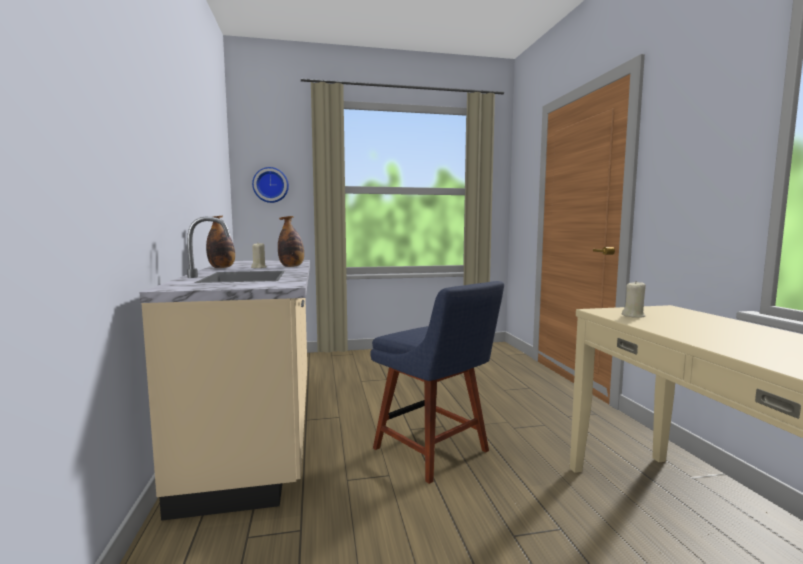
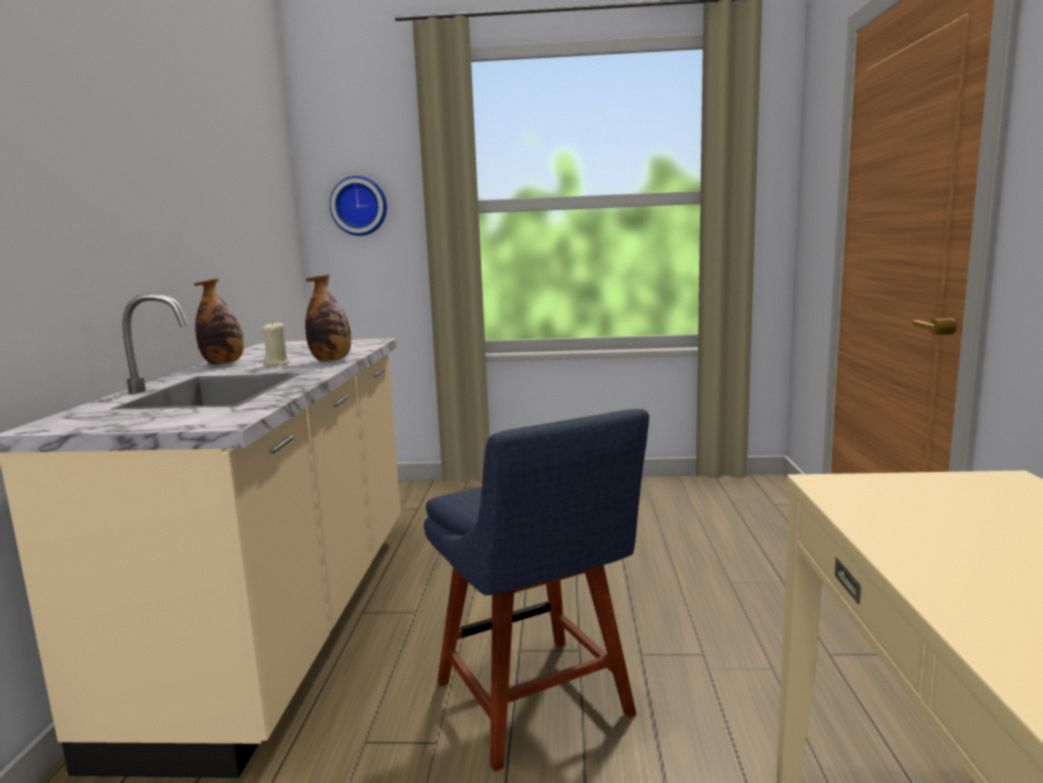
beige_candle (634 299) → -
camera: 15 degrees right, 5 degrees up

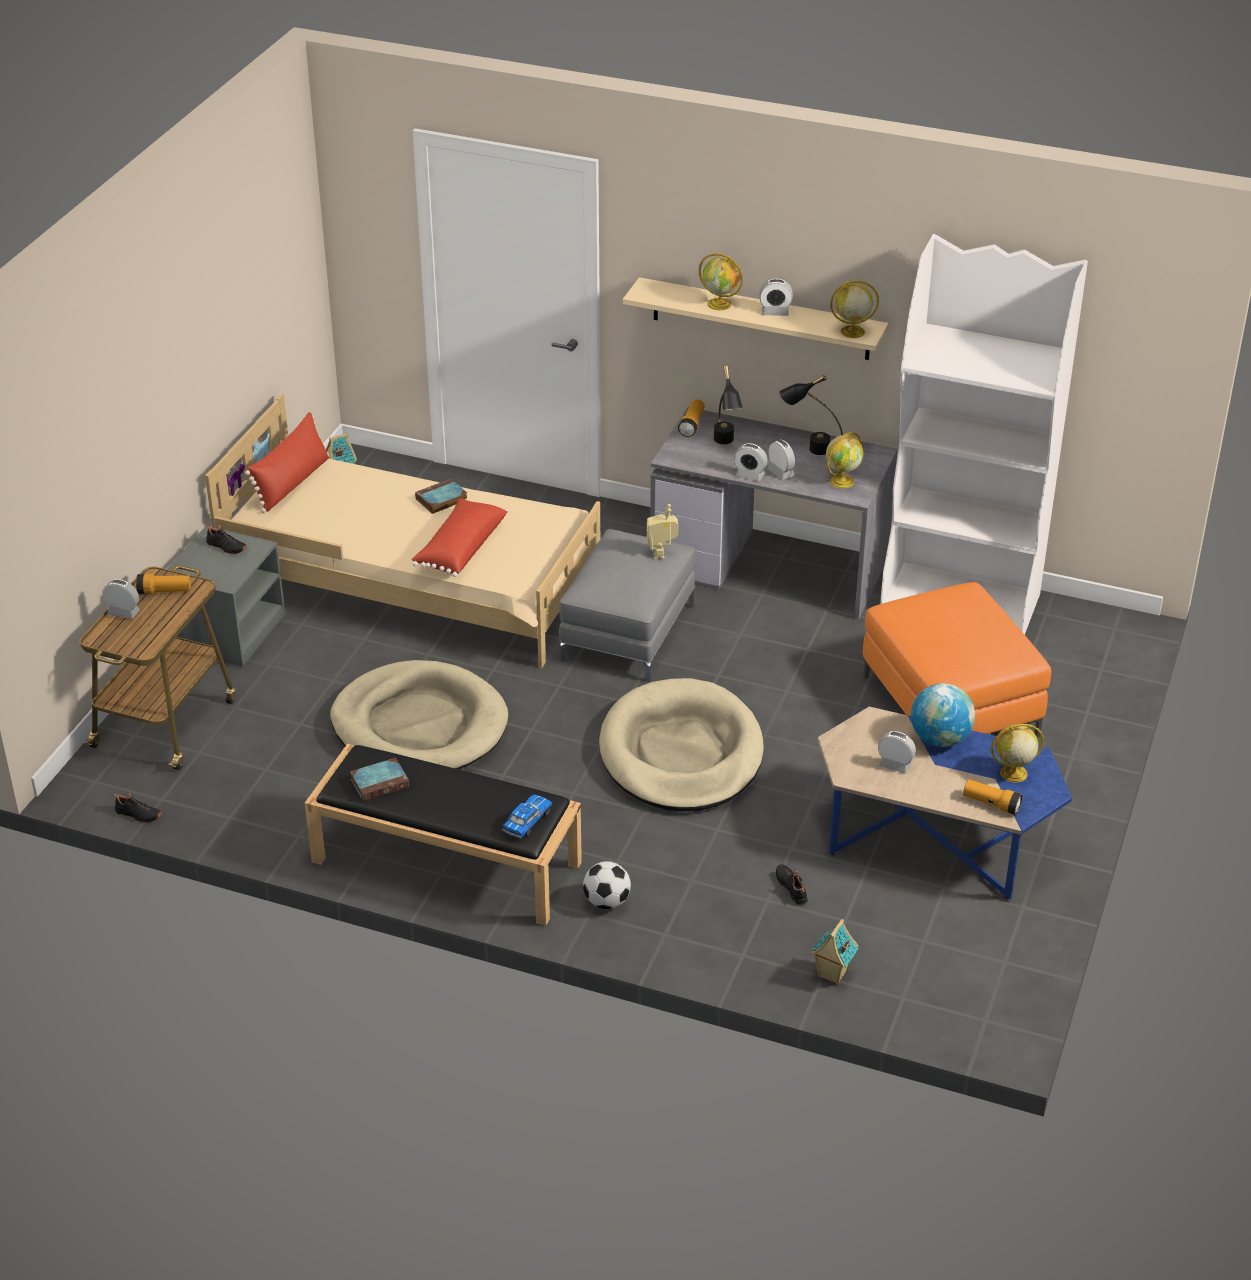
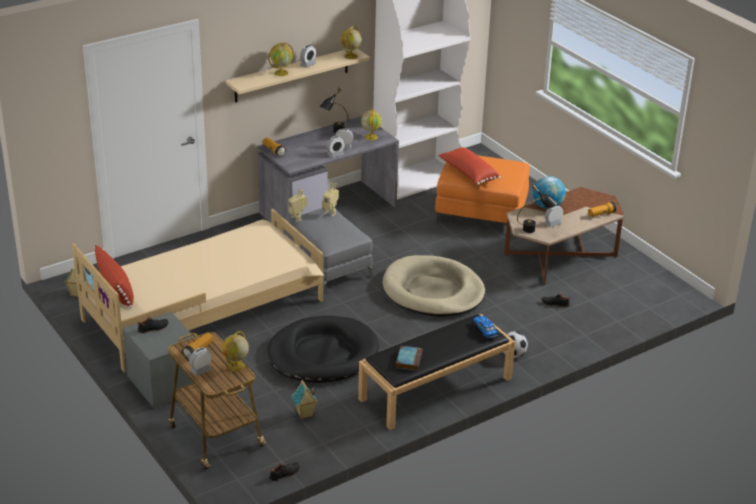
black_table_lamp (728 405) → black_table_lamp (537 209), shifted
book (441 496) → -
red_pillow (459 537) → red_pillow (470 166), shifted
beige_dog_bed (419 714) → black_dog_bed (323 349)
blue_coffee_table (945 803) → brown_coffee_table (564 236)
globe (1017 753) → globe (235 351), shifted
toy_house (834 952) → toy_house (305 399), shifted
- → toy_robot (297 205)
camera: 55 degrees left, 5 degrees down

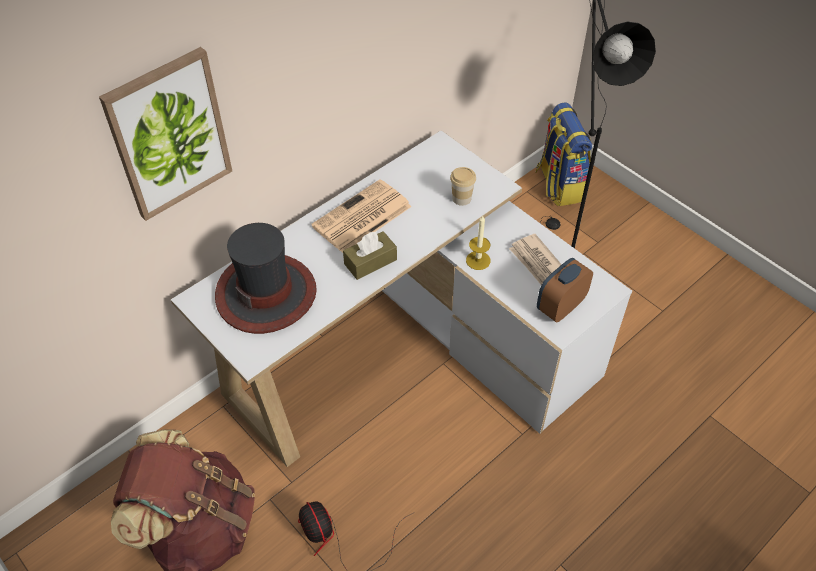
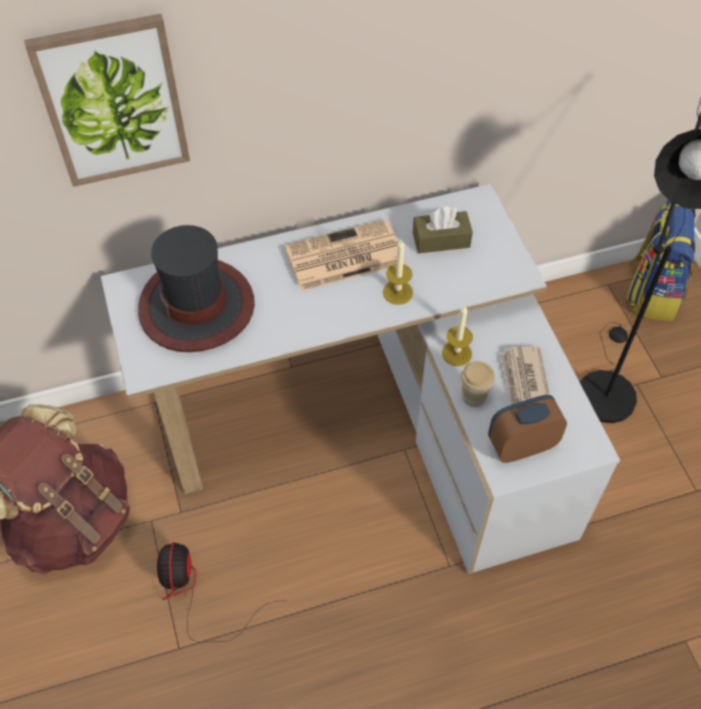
cup (463 186) → cup (478 384), shifted
brown_tissue_box (370 255) → brown_tissue_box (443 230), shifted
- → candle (398 272)
camera: 25 degrees right, 5 degrees up

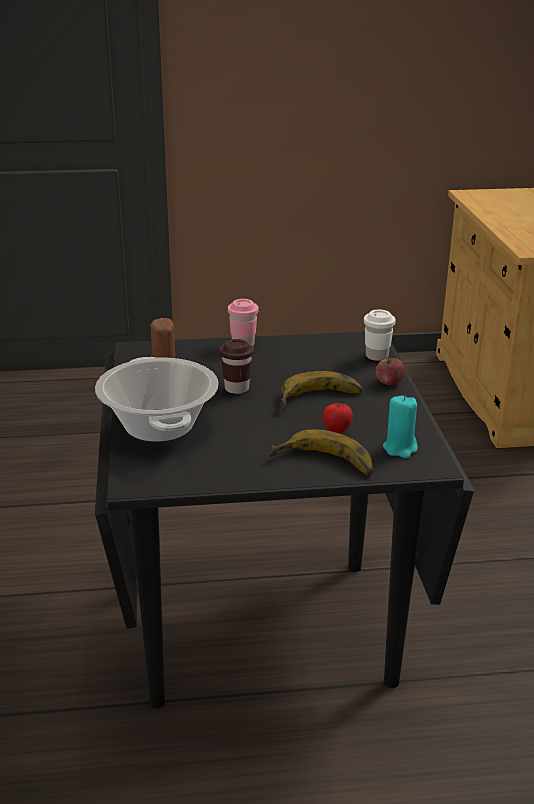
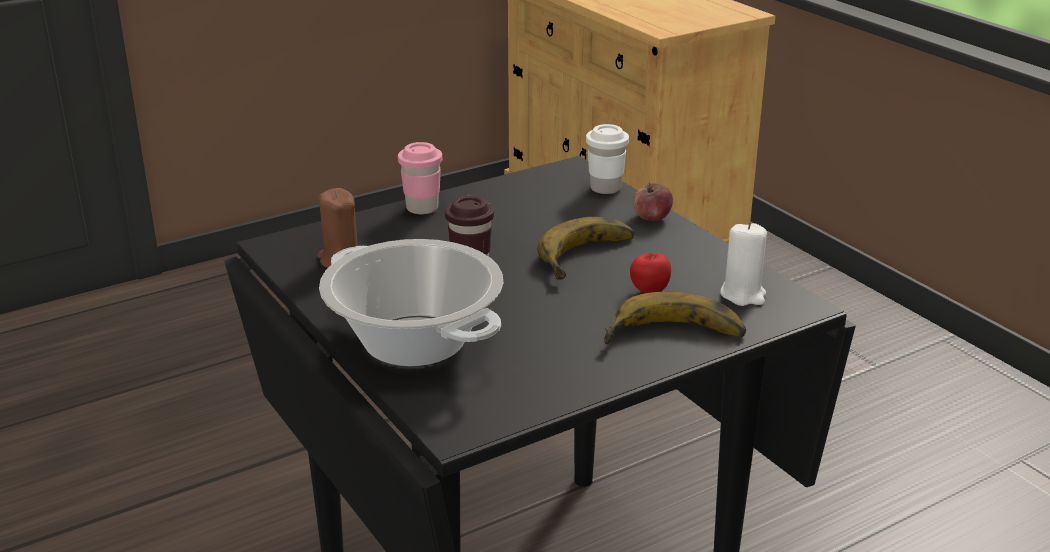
turquoise_candle (400 426) → white_candle (743 264)
camera: 25 degrees left, 0 degrees up

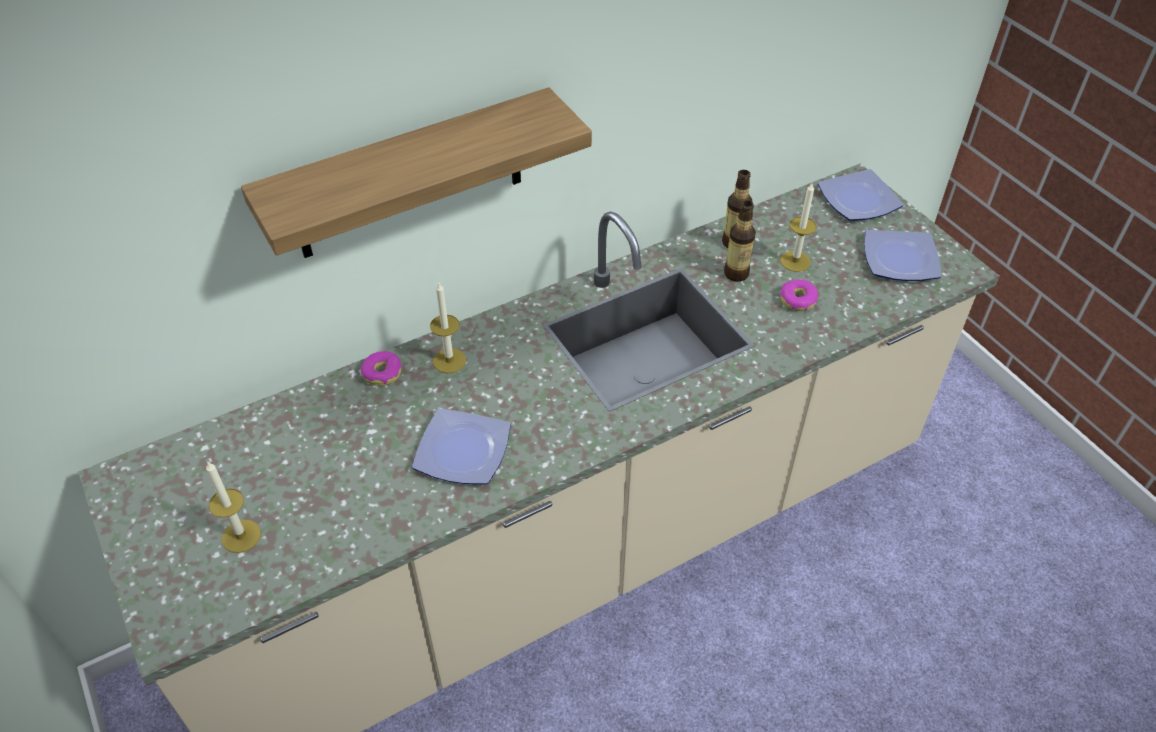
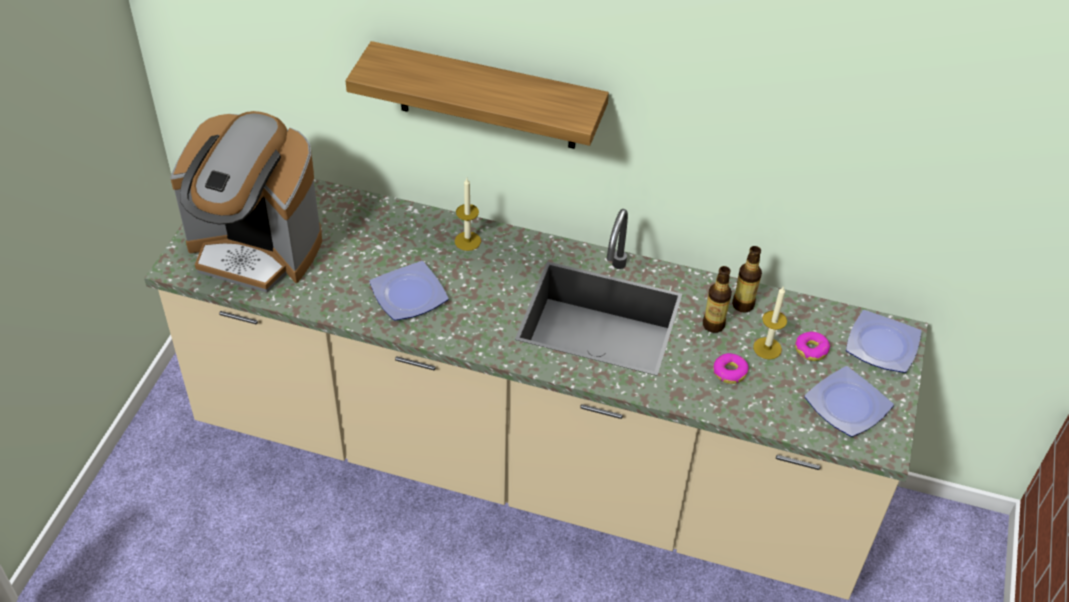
donut (381 368) → donut (812 346), shifted
candle (233 507) → coffee_machine (246 202)
camera: 45 degrees right, 0 degrees up

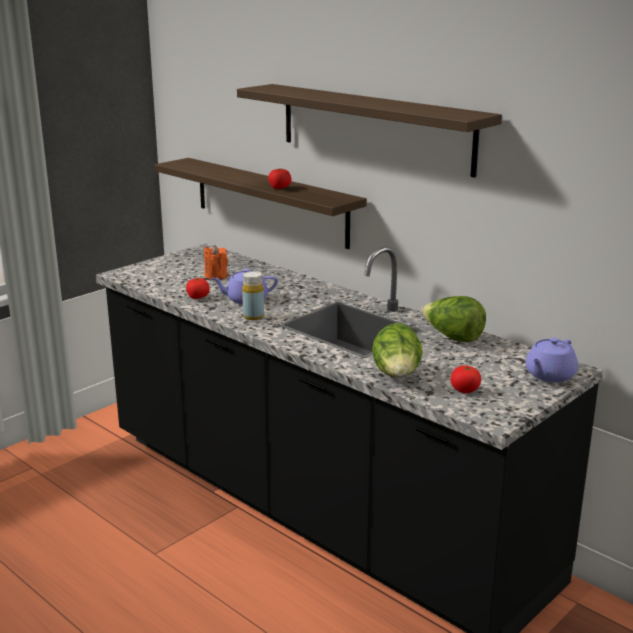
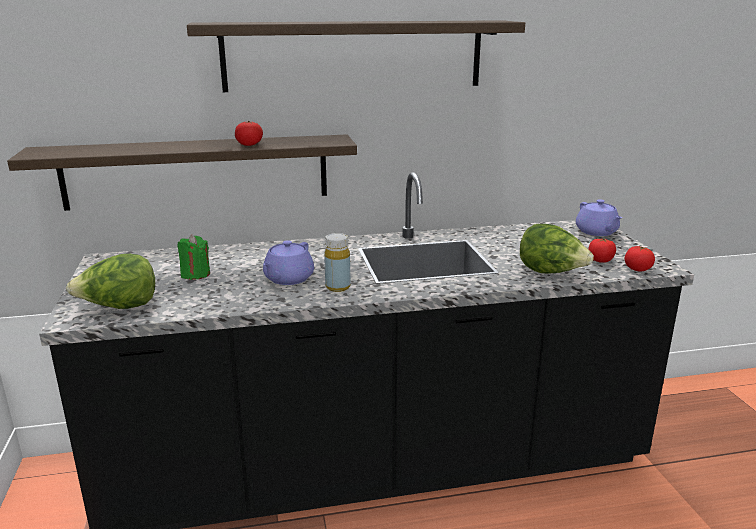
orange_candle (216 262) → green_candle (193 257)
tomato (198 288) → tomato (639 258), shifted
lettuce (453 319) → lettuce (110 281), shifted
camera: 55 degrees left, 0 degrees up

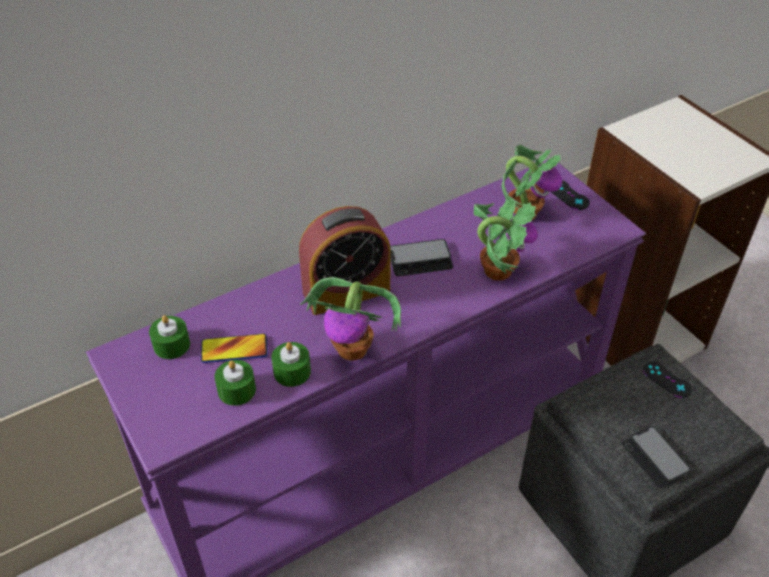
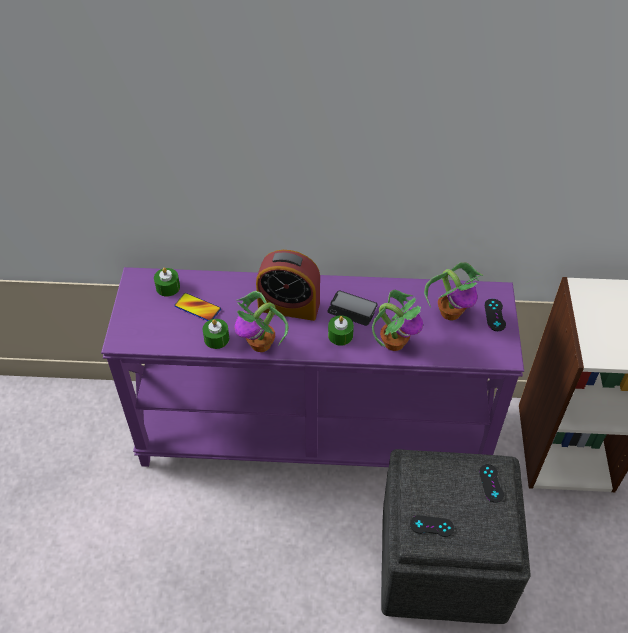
green_candle (235 383) → green_candle (341 330), shifted
phone (656 457) → black_game_controller (432 526)
camera: 35 degrees right, 5 degrees up

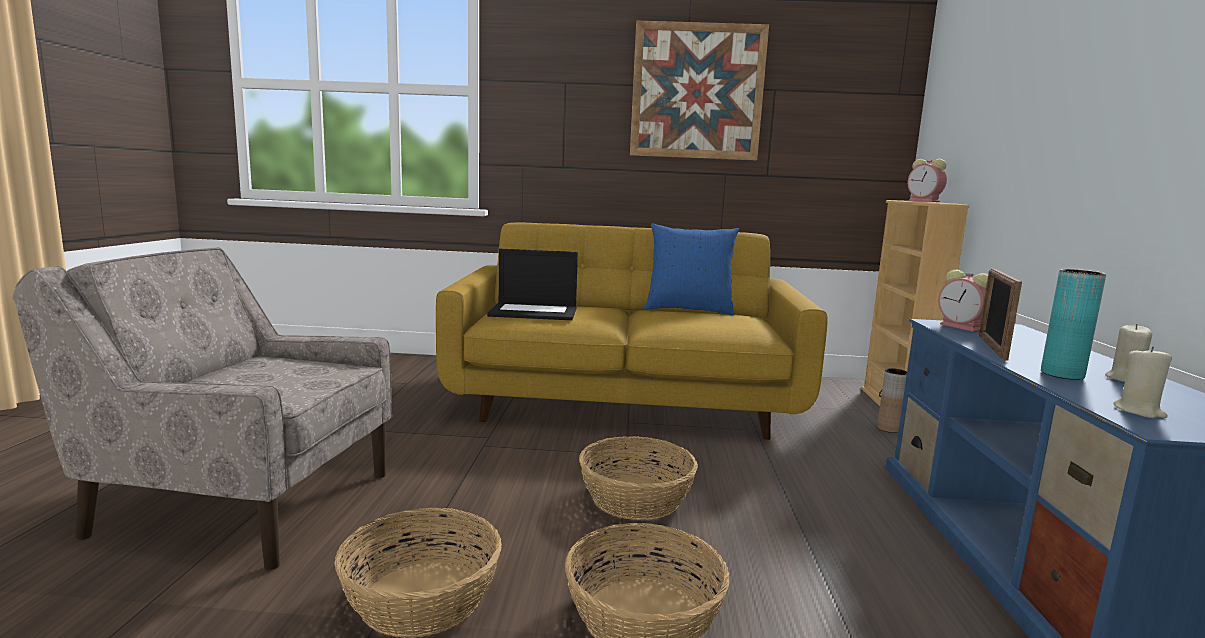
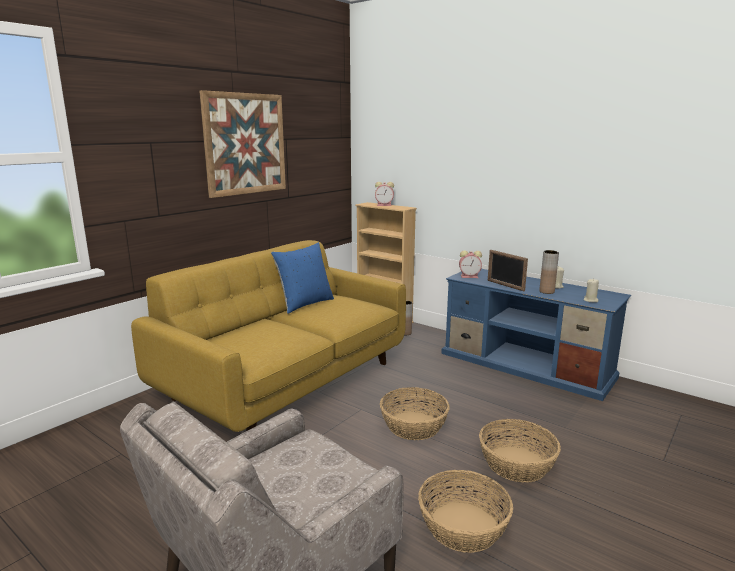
laptop (532 284) → -
turquoise_vase (1073 324) → brown_vase (549 272)
camera: 55 degrees left, 5 degrees up

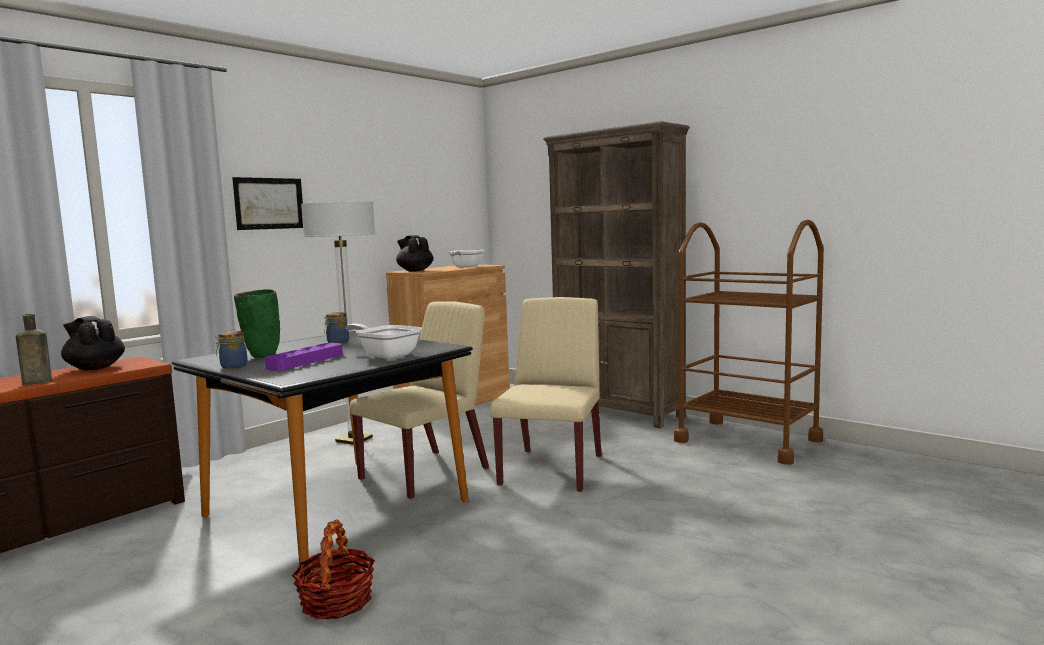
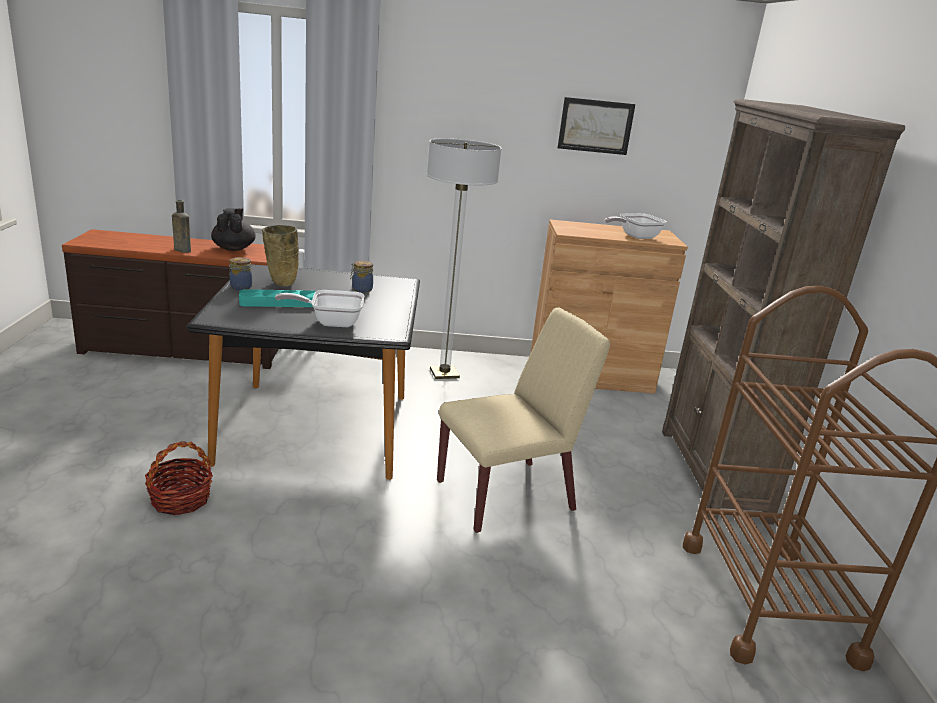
picture (267 203) → picture (596 126), shifted
black_teapot (415 253) → -
green_vase (257 323) → beige_vase (280 255)
beige_chair (419 400) → -
frying_pan (384 341) → frying_pan (319 308), 90 degrees counterclockwise
purple_tray (304 357) → turquoise_tray (277 298)
camera: 45 degrees right, 15 degrees up

